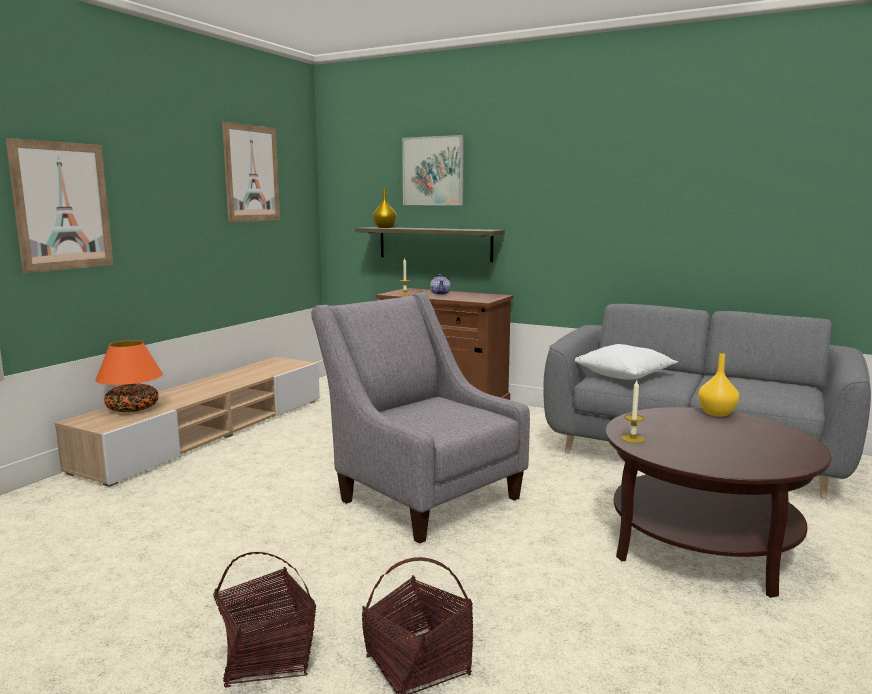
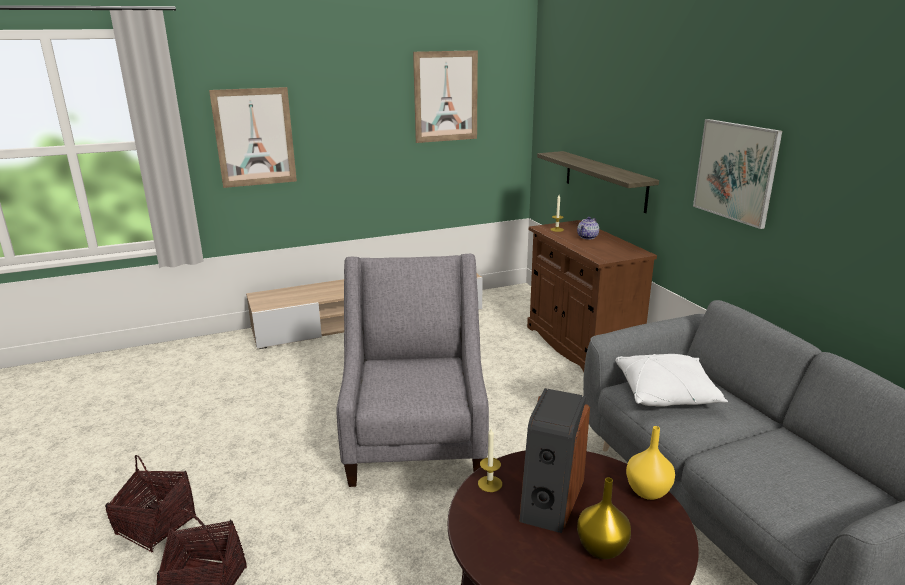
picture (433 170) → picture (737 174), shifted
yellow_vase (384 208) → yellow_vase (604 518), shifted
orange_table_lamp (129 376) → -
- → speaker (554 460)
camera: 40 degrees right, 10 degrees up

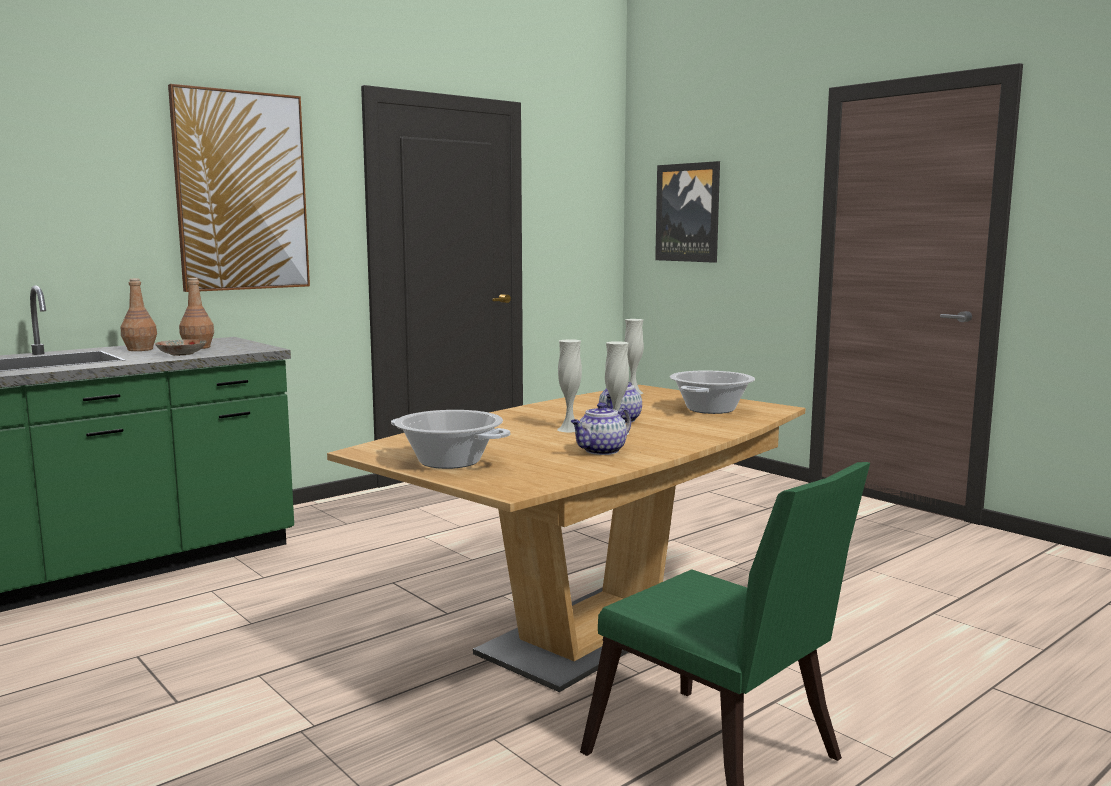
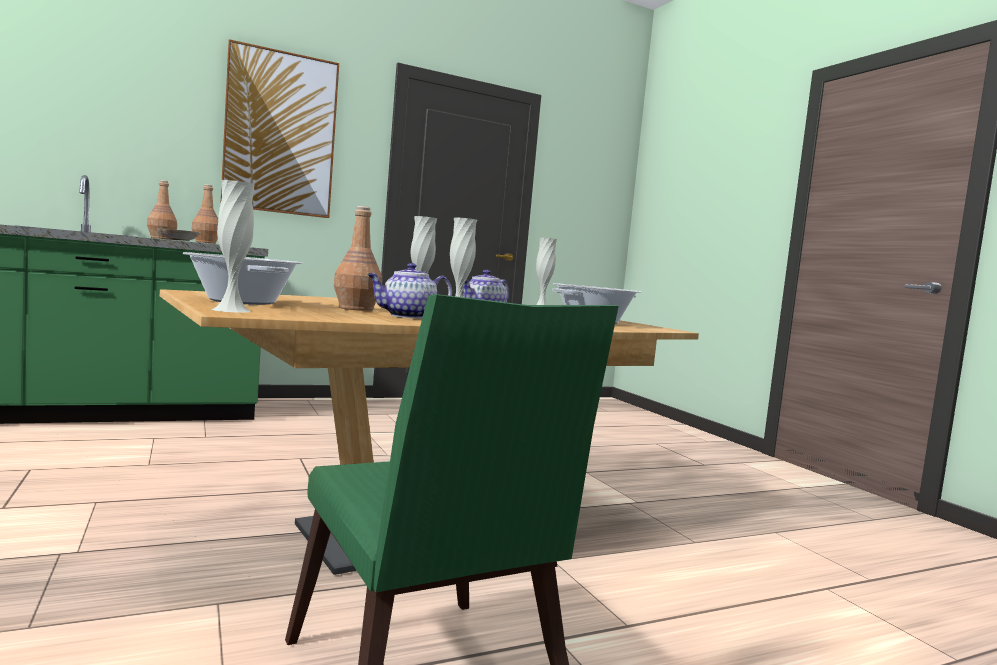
picture (687 212) → -
- → white_vase (233 246)
- → brown_bottle (358 258)
camera: 15 degrees right, 5 degrees down

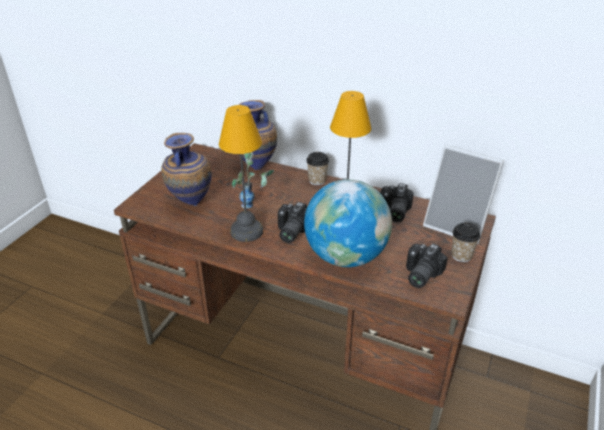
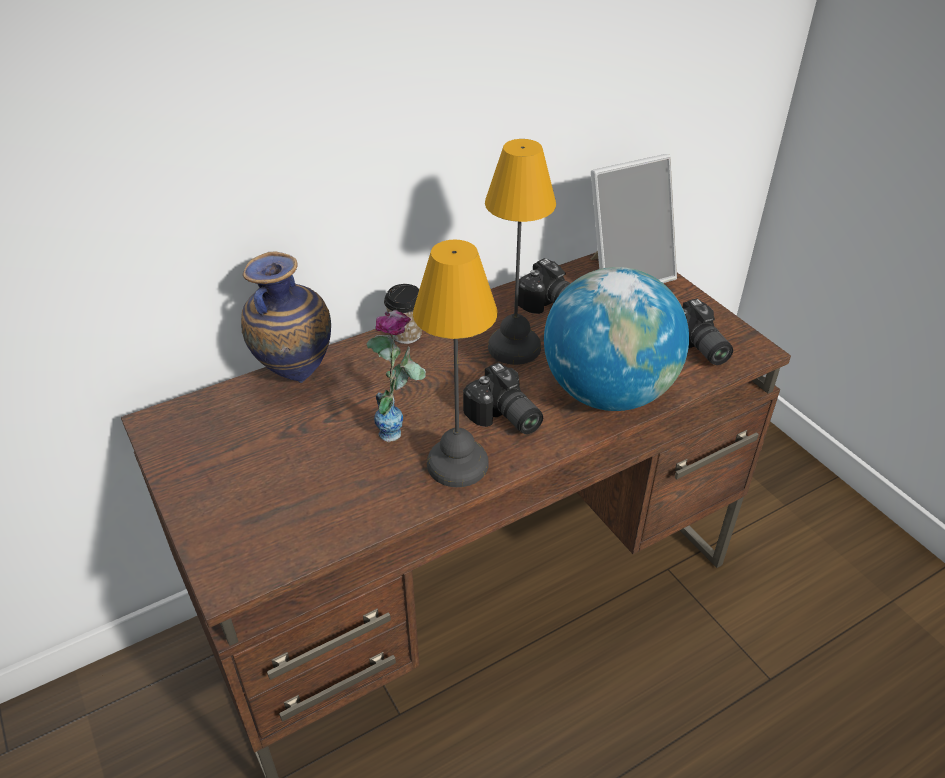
vase (187 169) → -
cup (465 242) → -
camera: 55 degrees left, 5 degrees up

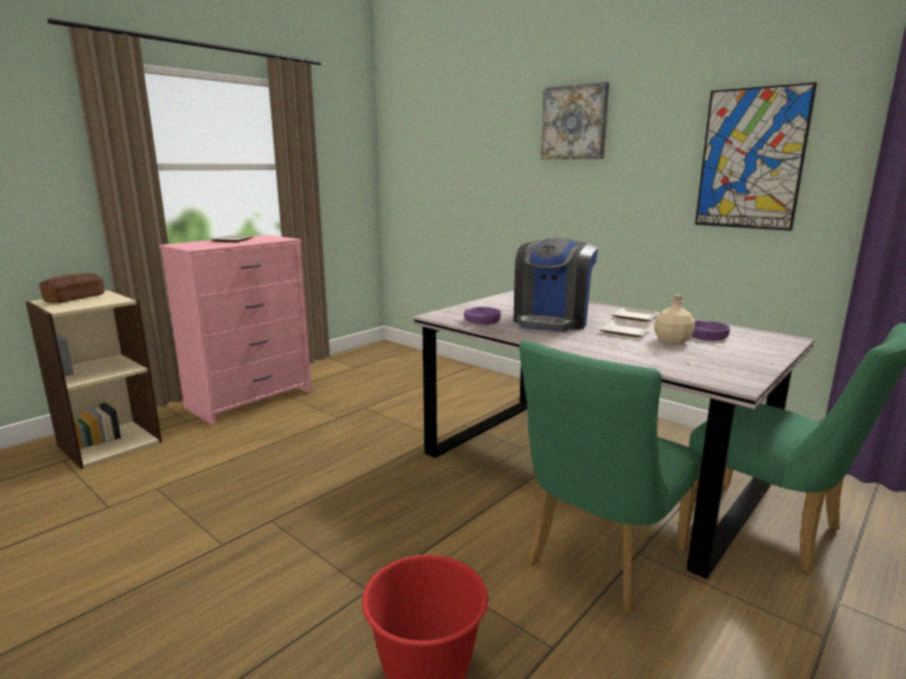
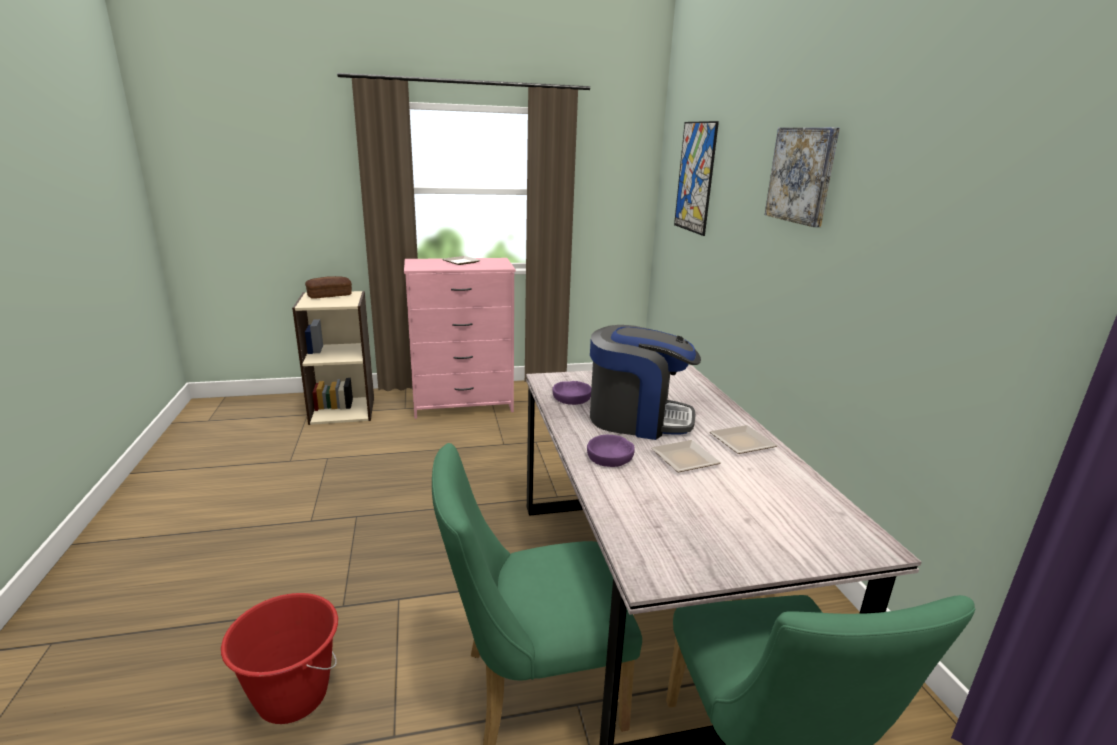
picture (756 156) → picture (696 178), shifted
coffee_machine (555 285) → coffee_machine (645 382), 135 degrees counterclockwise
beige_bottle (674 320) → -
purple_bowl (710 330) → purple_bowl (611 451), shifted
camera: 35 degrees right, 5 degrees up

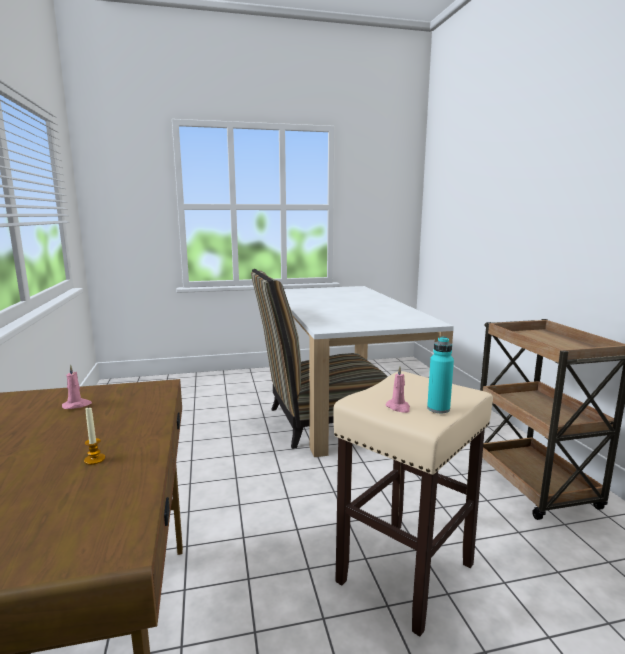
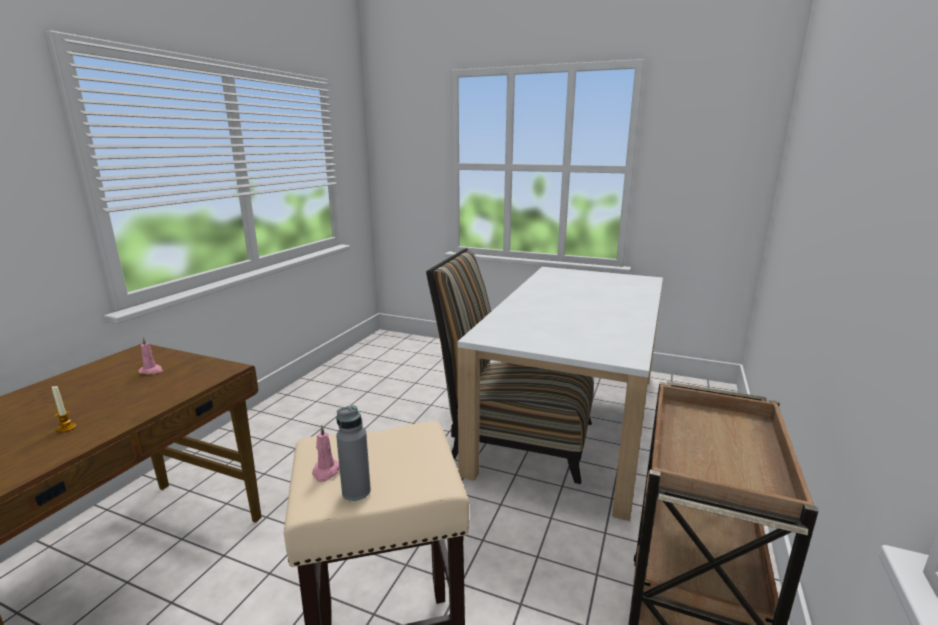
turquoise_bottle (440 374) → grey_bottle (353 453)
camera: 35 degrees right, 5 degrees up

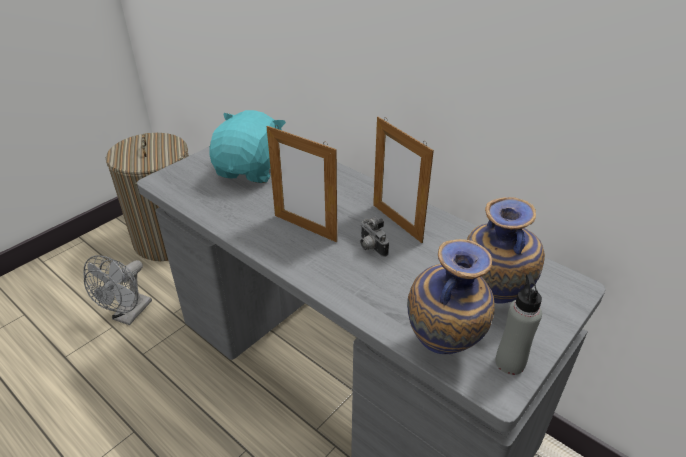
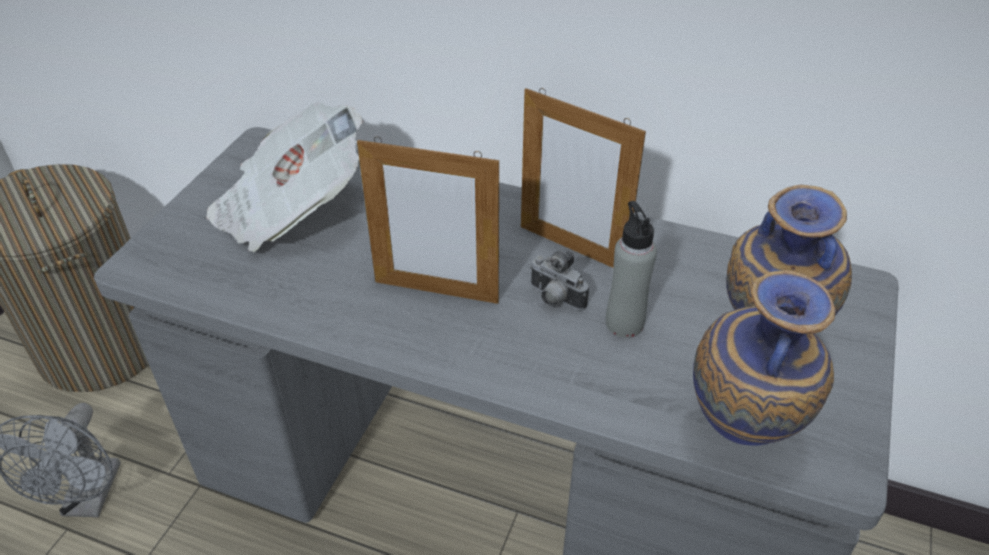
turquoise_plush_toy (247 146) → newspaper (284 177)
grey_bottle (519 324) → grey_bottle (631 269), shifted
camera: 20 degrees left, 5 degrees up

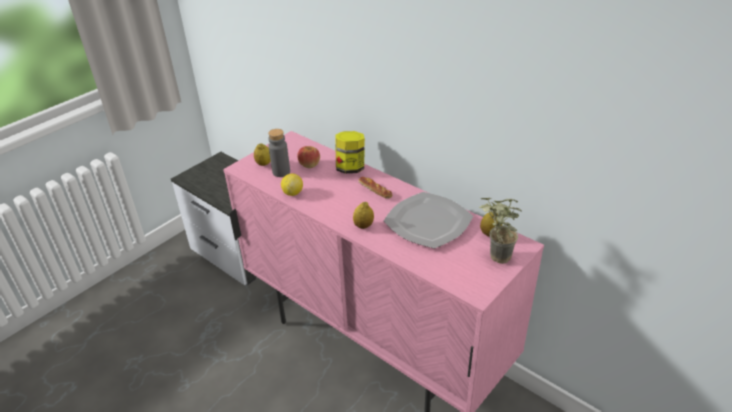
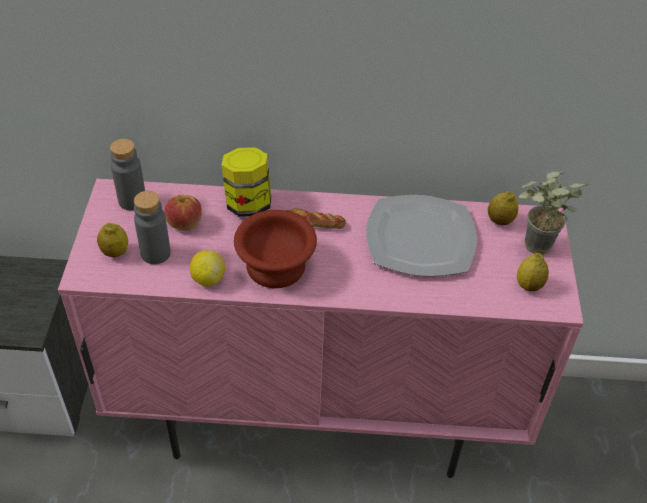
lemon (363 215) → lemon (533 272), shifted
- → grey_bottle (127 174)
- → brown_bowl (275 249)
camera: 40 degrees left, 10 degrees up

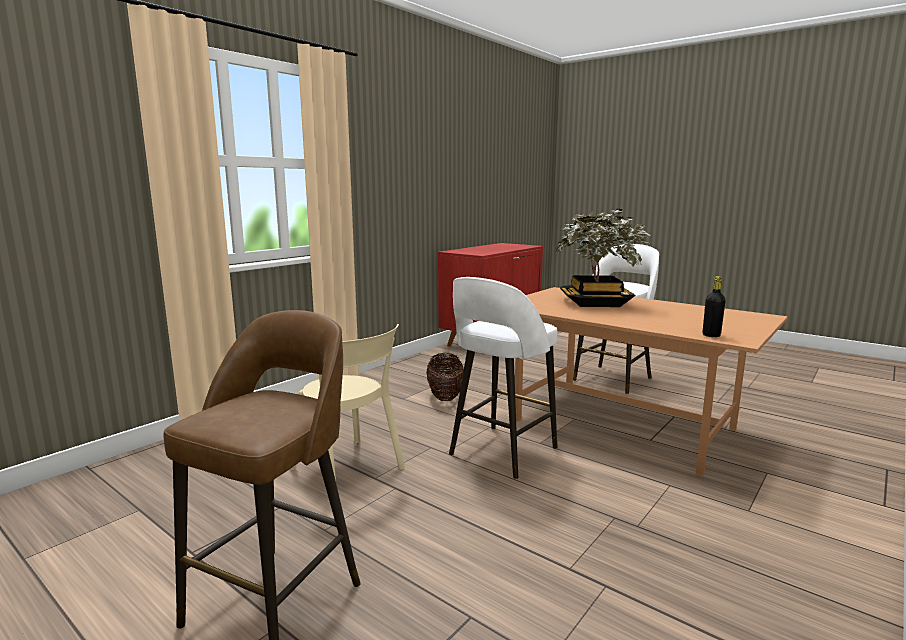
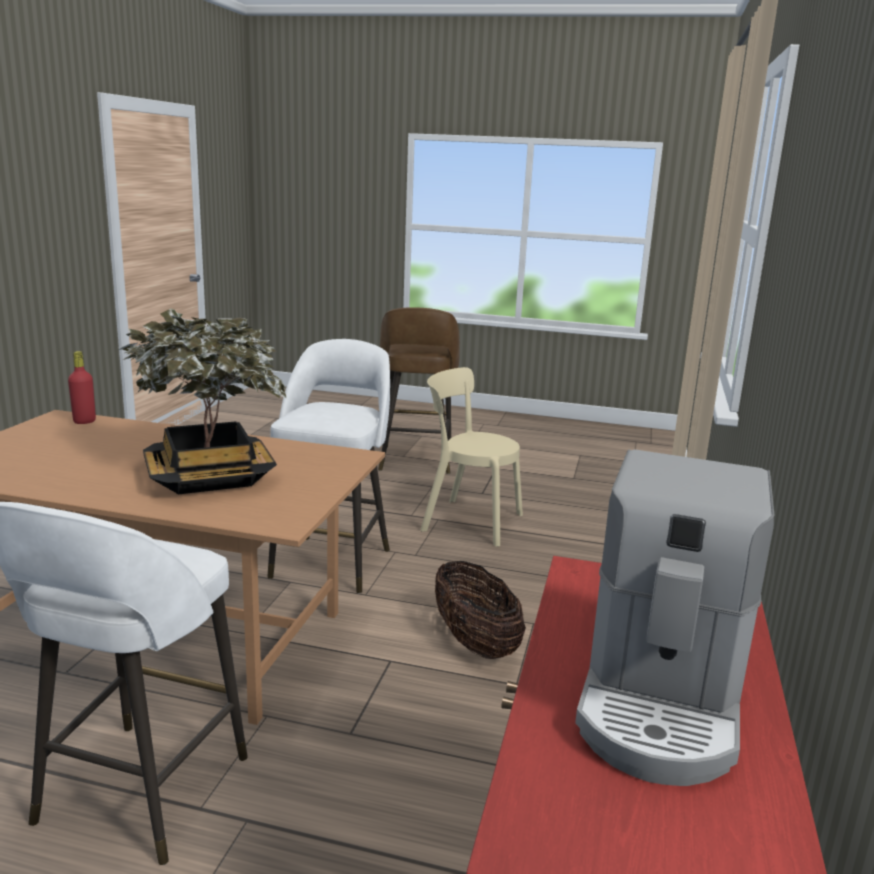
black_bottle (714 306) → red_bottle (82 387)
- → coffee_machine (675 617)
camera: 155 degrees right, 5 degrees up

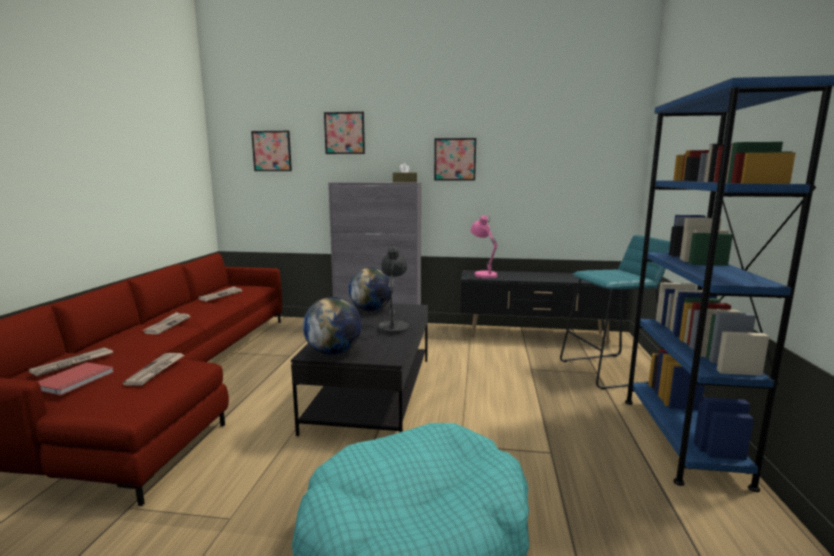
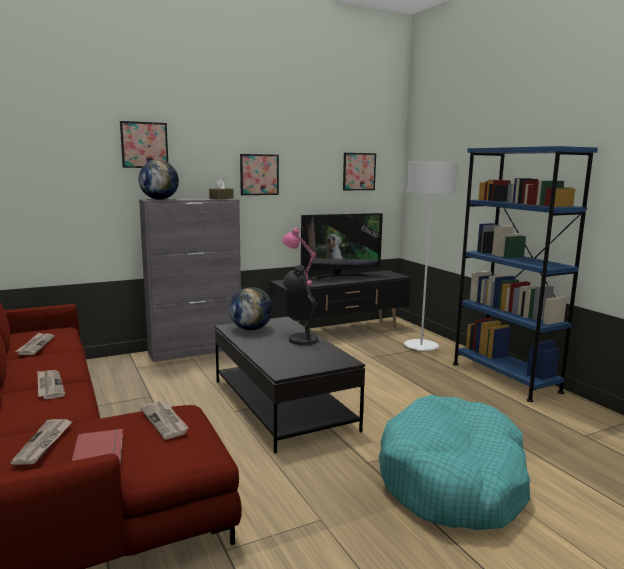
picture (271 151) → picture (359 171), shifted
turquoise_stool (615 312) → white_floor_lamp (431 256)
globe (332 326) → globe (158 180), shifted
- → television (342 247)
camera: 35 degrees left, 0 degrees up

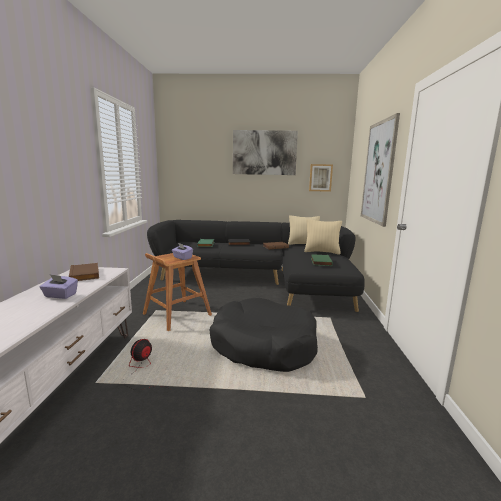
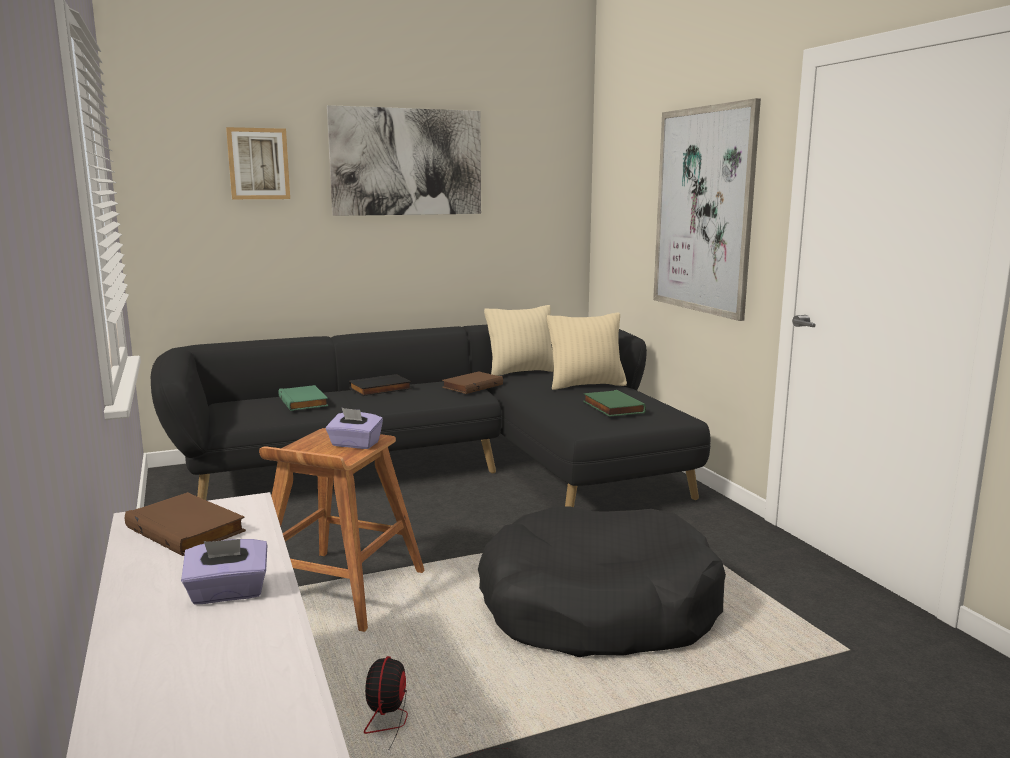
picture (321 178) → picture (258 163), shifted
camera: 25 degrees left, 0 degrees up

